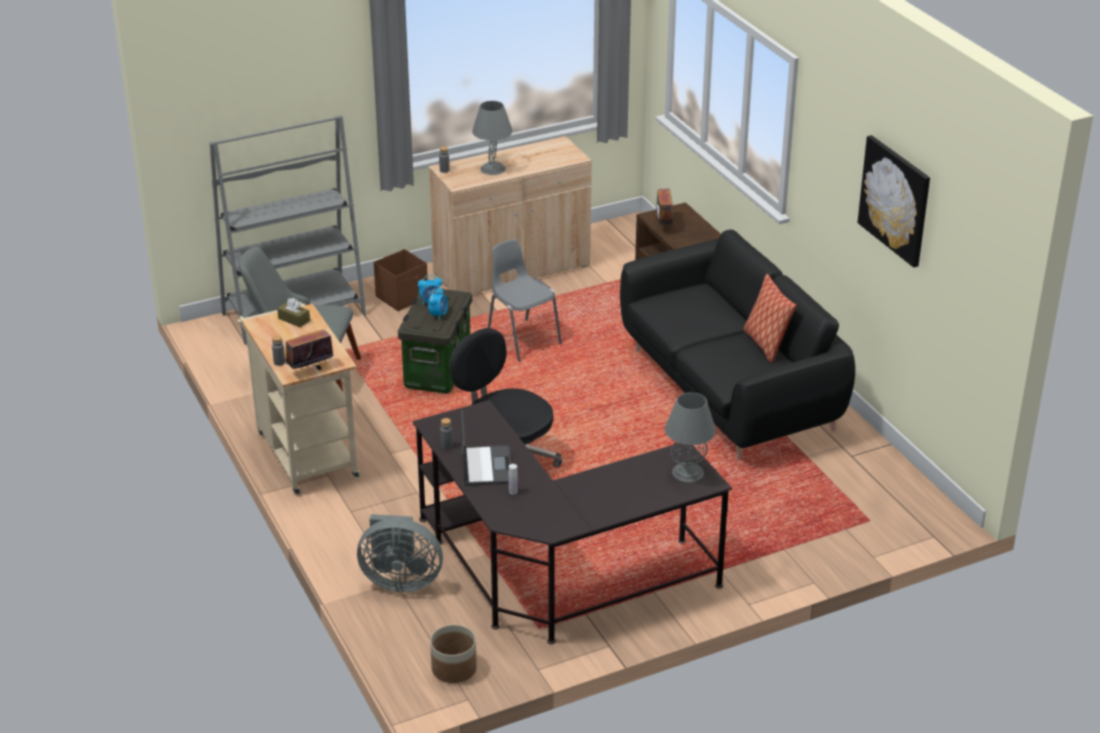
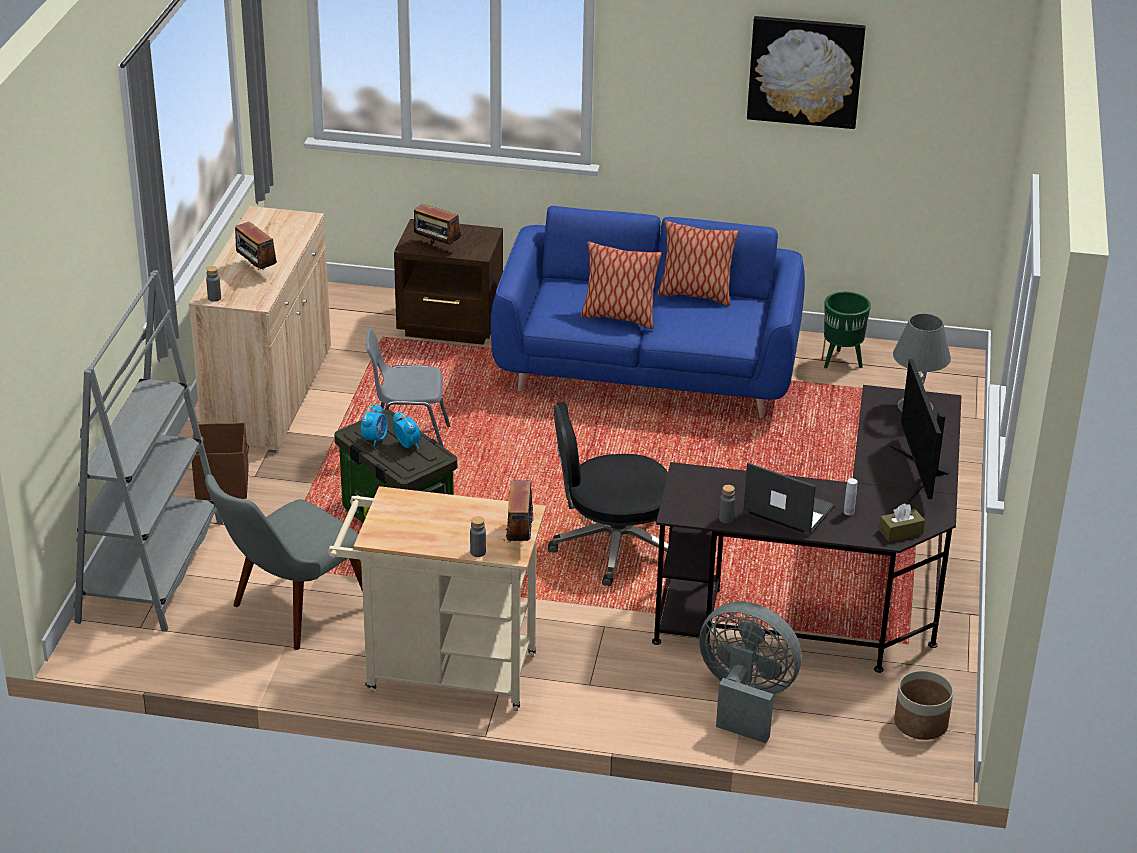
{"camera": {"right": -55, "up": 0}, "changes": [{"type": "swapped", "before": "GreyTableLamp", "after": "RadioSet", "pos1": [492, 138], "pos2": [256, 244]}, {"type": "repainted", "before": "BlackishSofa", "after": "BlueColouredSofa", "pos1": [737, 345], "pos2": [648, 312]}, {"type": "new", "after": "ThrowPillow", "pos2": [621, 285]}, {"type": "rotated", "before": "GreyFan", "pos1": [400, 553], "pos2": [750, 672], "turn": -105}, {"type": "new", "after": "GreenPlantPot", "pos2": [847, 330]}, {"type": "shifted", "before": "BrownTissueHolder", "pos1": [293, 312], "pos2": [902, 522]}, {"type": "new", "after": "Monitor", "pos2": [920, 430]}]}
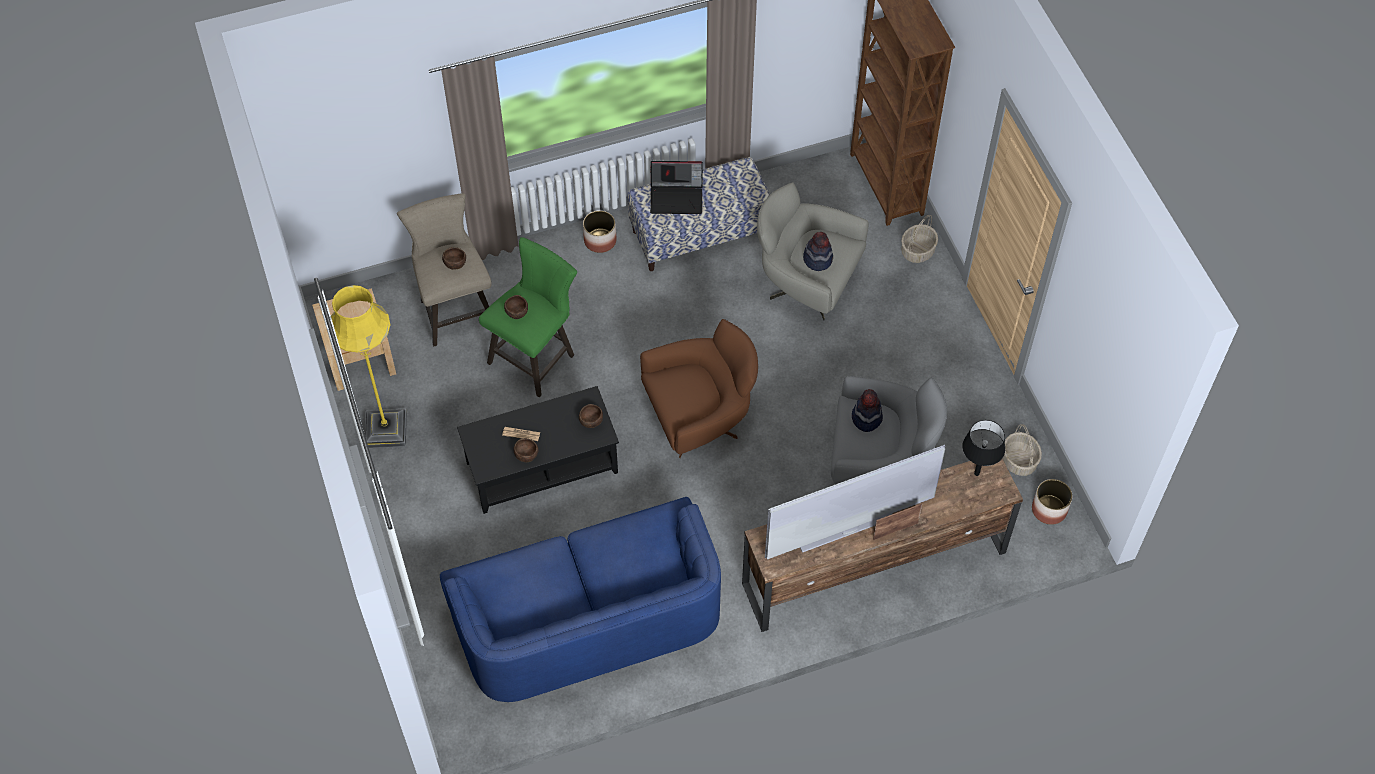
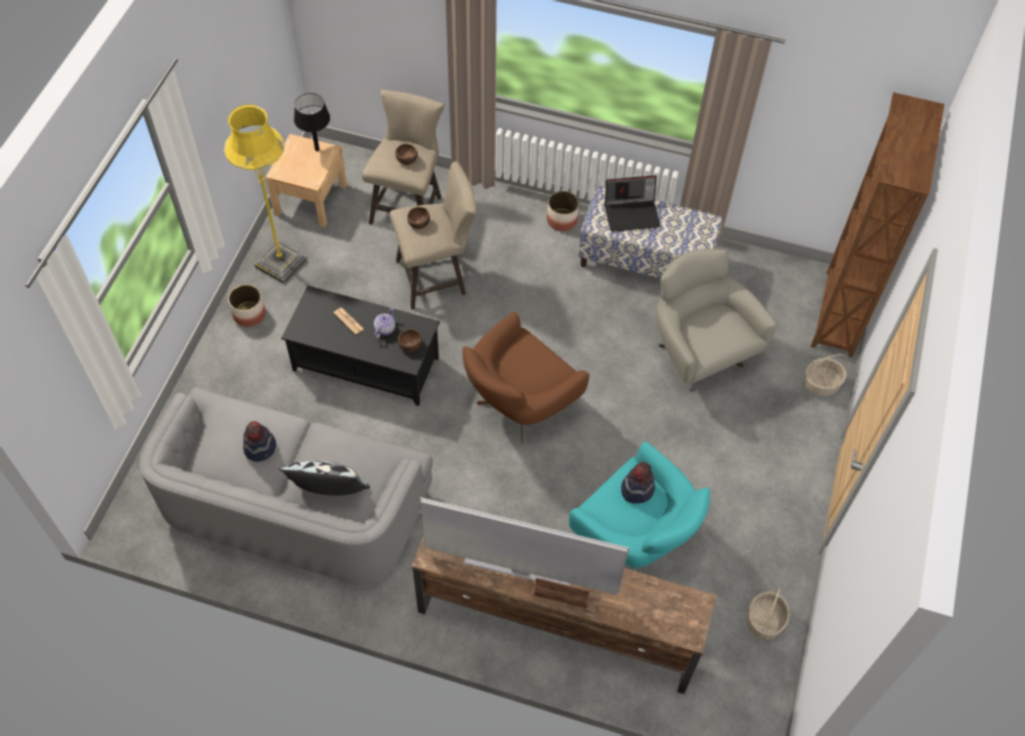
{"camera": {"right": 35, "up": 0}, "changes": [{"type": "repainted", "before": "BlueColouredSofa", "after": "GreySofa", "pos1": [580, 599], "pos2": [286, 486]}, {"type": "shifted", "before": "PlantPot", "pos1": [1052, 502], "pos2": [247, 305]}, {"type": "shifted", "before": "Hat", "pos1": [818, 251], "pos2": [259, 441]}, {"type": "new", "after": "ThrowPillow", "pos2": [324, 478]}, {"type": "shifted", "before": "BlackishTableLamp", "pos1": [983, 448], "pos2": [312, 122]}, {"type": "new", "after": "PotForTea", "pos2": [385, 322]}, {"type": "repainted", "before": "GreenSittingStool", "after": "BeigeColouredSittingStool", "pos1": [528, 317], "pos2": [433, 235]}, {"type": "rotated", "before": "BrownArmchair", "pos1": [699, 388], "pos2": [526, 377], "turn": 120}, {"type": "repainted", "before": "GreyArmchair", "after": "BlueGreenArmchair", "pos1": [889, 430], "pos2": [639, 506]}, {"type": "rotated", "before": "PortableComputer", "pos1": [676, 187], "pos2": [632, 203], "turn": -45}, {"type": "gone", "before": "BrownServingBowl", "pos1": [526, 450]}]}
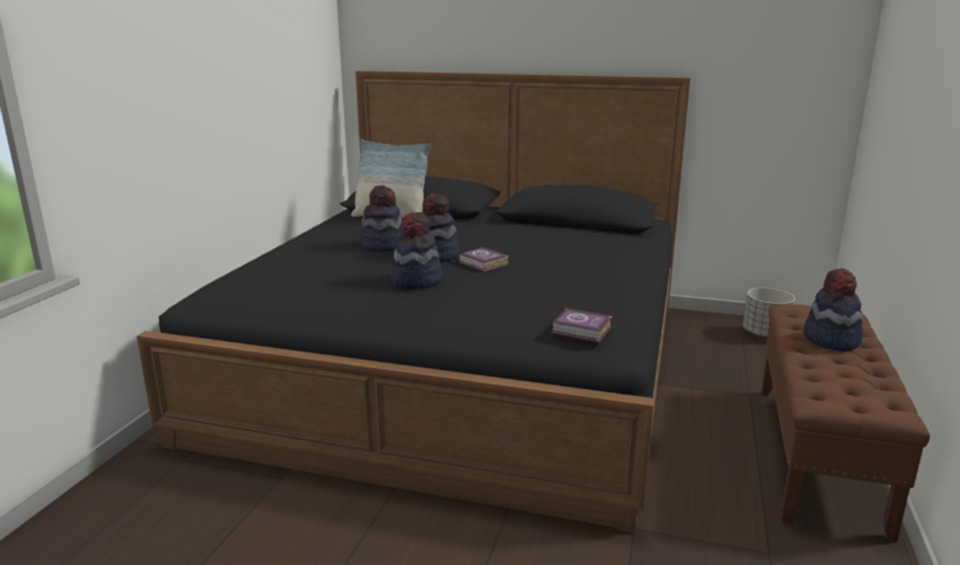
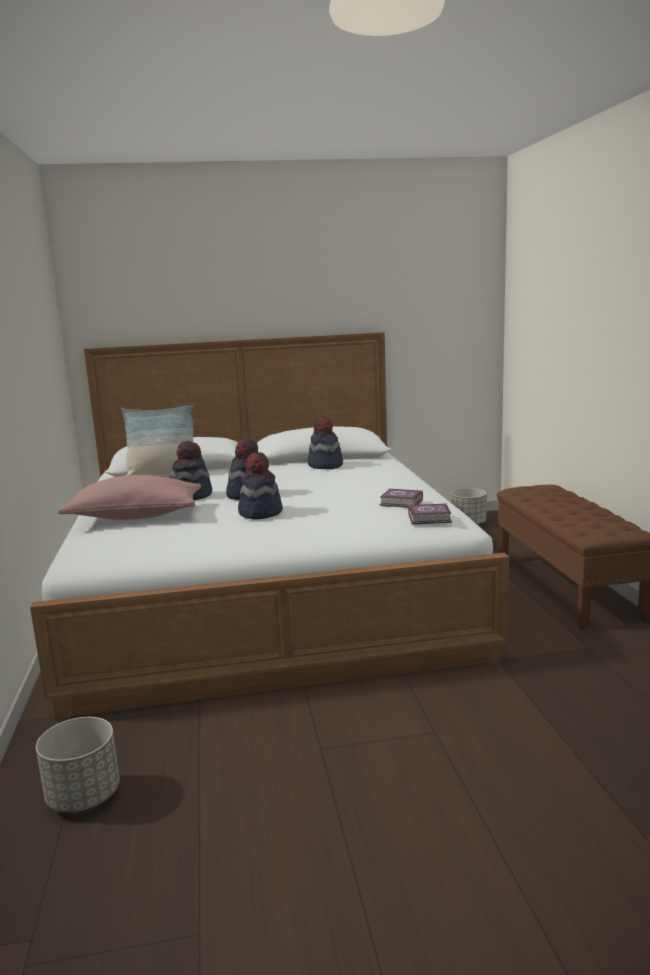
{"camera": {"right": -25, "up": -5}, "changes": [{"type": "repainted", "before": "BlackishBedroomBed", "after": "WhiteColouredBedroomBed", "pos1": [413, 302], "pos2": [269, 526]}, {"type": "new", "after": "GreyPlantPot", "pos2": [78, 764]}, {"type": "new", "after": "PinkColouredThrowPillow", "pos2": [129, 497]}, {"type": "shifted", "before": "Hat", "pos1": [833, 309], "pos2": [325, 443]}, {"type": "shifted", "before": "Volume", "pos1": [483, 260], "pos2": [401, 498]}]}
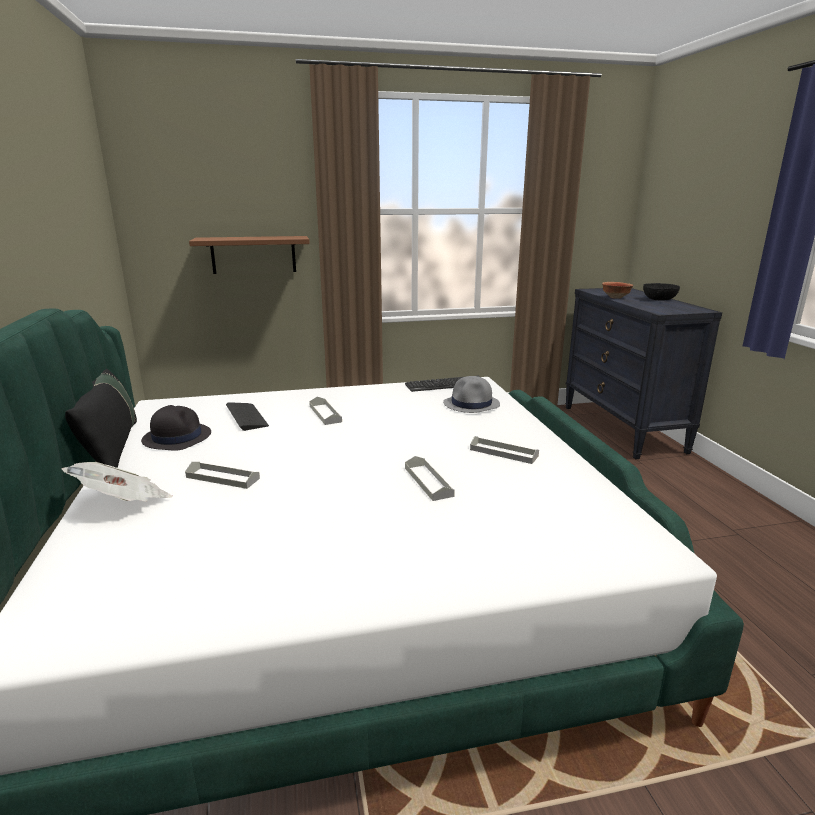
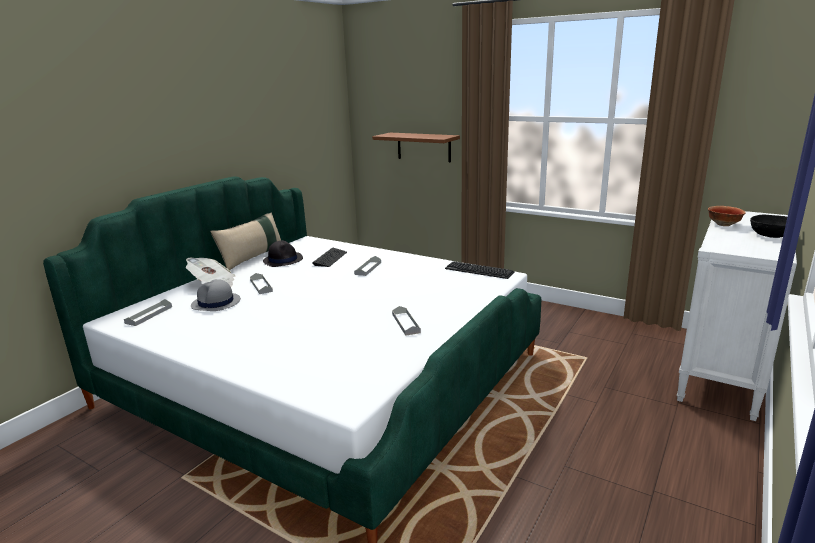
{"camera": {"right": 45, "up": 0}, "changes": [{"type": "shifted", "before": "GreyCarryingTray", "pos1": [430, 478], "pos2": [148, 312]}, {"type": "shifted", "before": "GreyHat", "pos1": [471, 394], "pos2": [216, 295]}, {"type": "repainted", "before": "BlackishThrowPillow", "after": "BeigeColouredThrowPillow", "pos1": [101, 418], "pos2": [245, 242]}, {"type": "repainted", "before": "BlackishDrawerChest", "after": "WhiteColouredDrawerChest", "pos1": [643, 373], "pos2": [736, 316]}]}
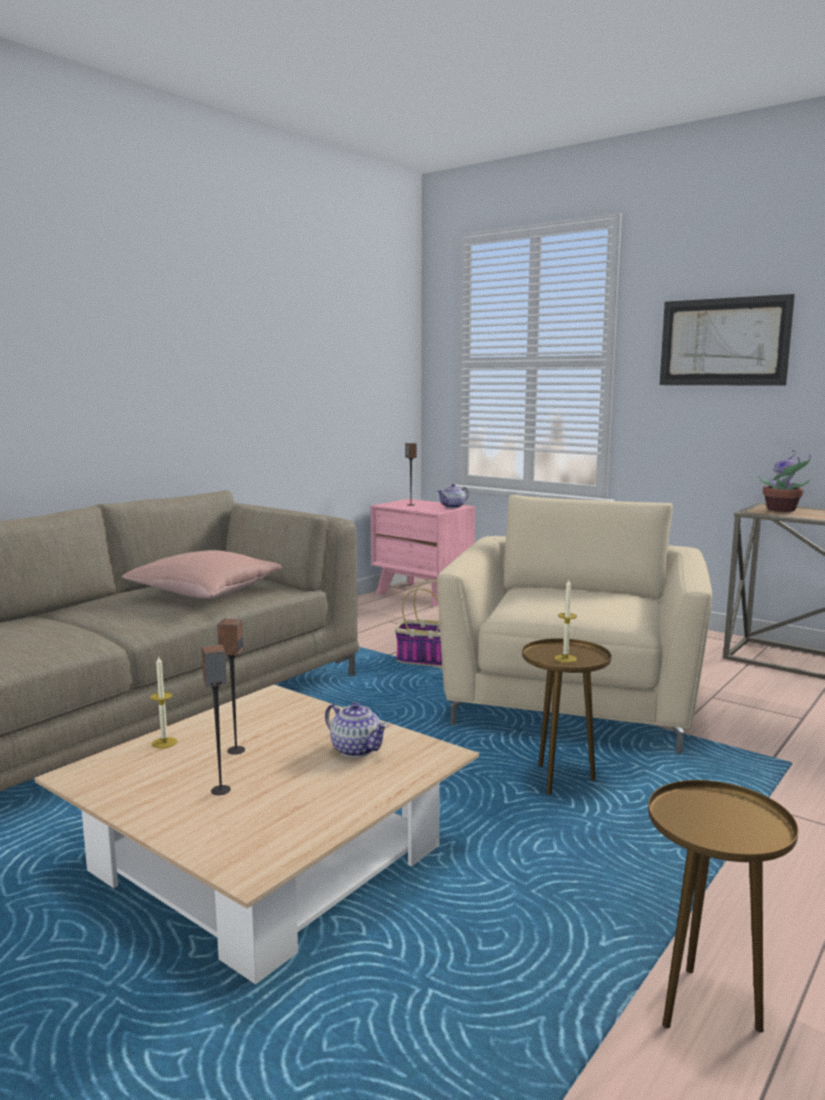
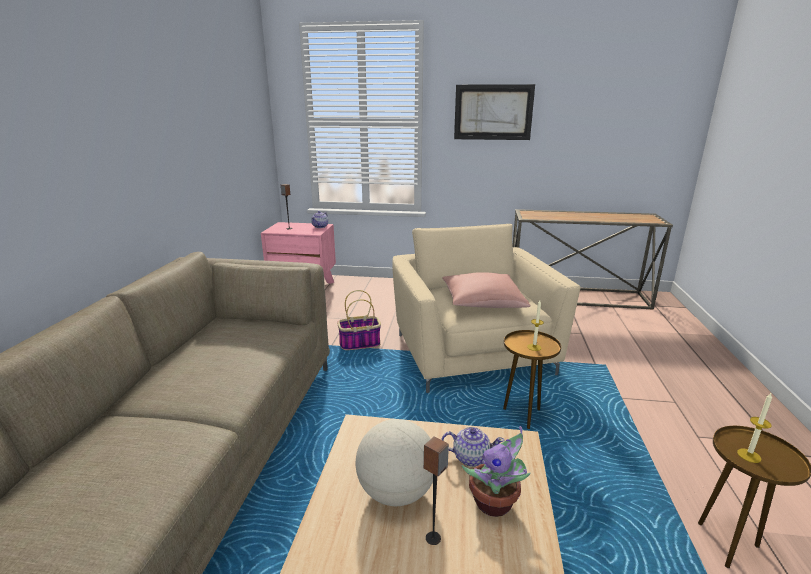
{"camera": {"right": -30, "up": 10}, "changes": [{"type": "swapped", "before": "AudioSpeaker", "after": "WorldGlobe", "pos1": [231, 687], "pos2": [394, 462]}, {"type": "shifted", "before": "PinkColouredThrowPillow", "pos1": [202, 574], "pos2": [486, 290]}, {"type": "shifted", "before": "Houseplant", "pos1": [784, 481], "pos2": [496, 471]}, {"type": "shifted", "before": "Candle", "pos1": [163, 703], "pos2": [754, 428]}]}
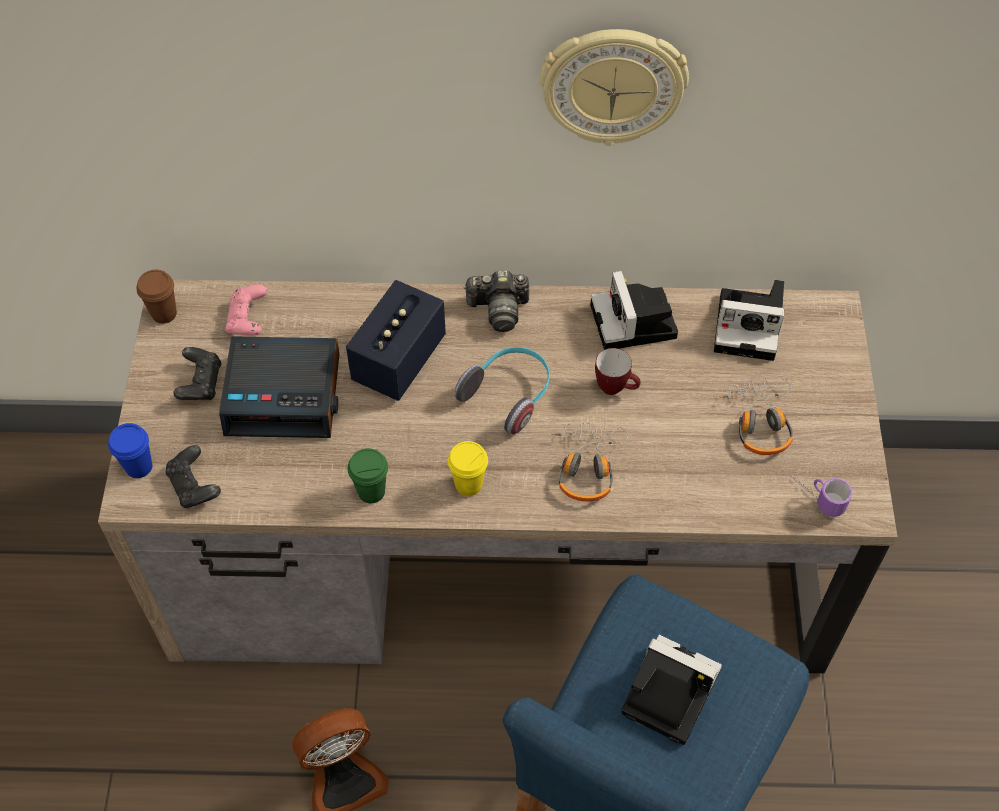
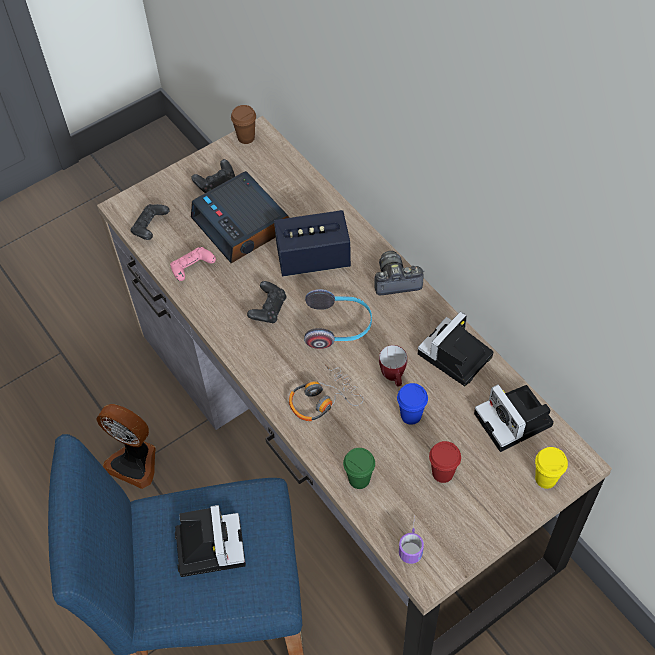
{"camera": {"right": 55, "up": 0}, "changes": [{"type": "shifted", "before": "PinkColouredGamepad", "pos1": [246, 310], "pos2": [193, 264]}, {"type": "new", "after": "BlackishGamepad", "pos2": [267, 302]}, {"type": "shifted", "before": "GreenSmallCup", "pos1": [368, 475], "pos2": [359, 468]}, {"type": "rotated", "before": "PhotoCamera", "pos1": [496, 301], "pos2": [399, 273], "turn": 120}, {"type": "shifted", "before": "BlueColouredSmallCup", "pos1": [130, 450], "pos2": [412, 404]}, {"type": "swapped", "before": "Headphones", "after": "RedSmallCup", "pos1": [756, 416], "pos2": [445, 462]}, {"type": "shifted", "before": "YellowSmallCup", "pos1": [468, 468], "pos2": [551, 468]}, {"type": "gone", "before": "WallClock", "pos1": [614, 87]}]}
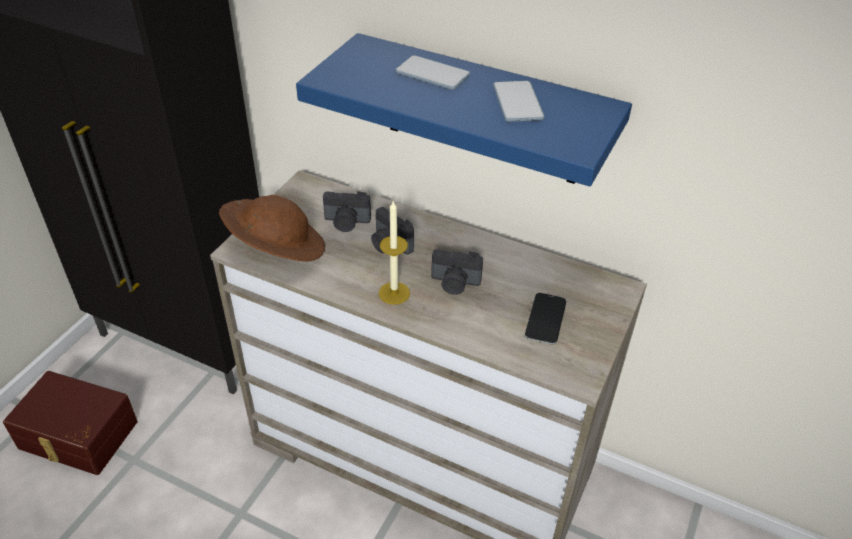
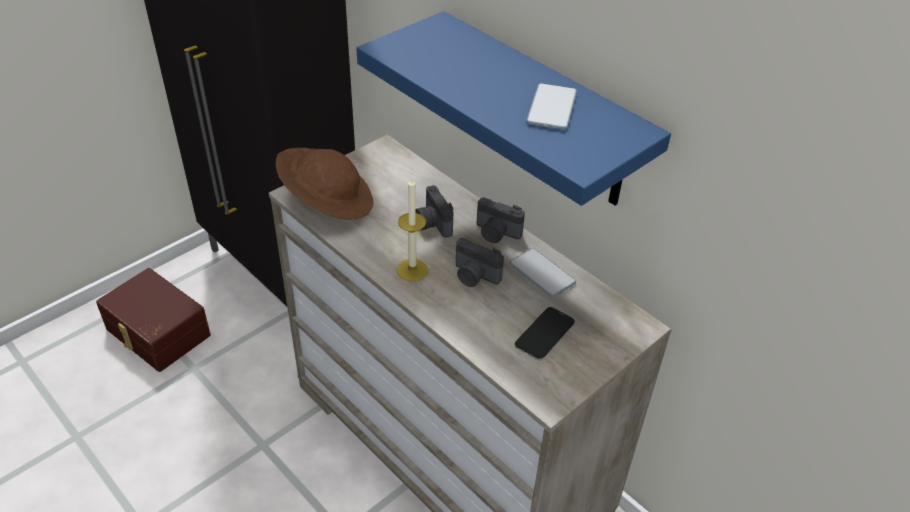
{"camera": {"right": 20, "up": 0}, "changes": [{"type": "shifted", "before": "PhotoCamera", "pos1": [347, 211], "pos2": [501, 220]}, {"type": "shifted", "before": "Telephone", "pos1": [432, 72], "pos2": [543, 272]}]}
